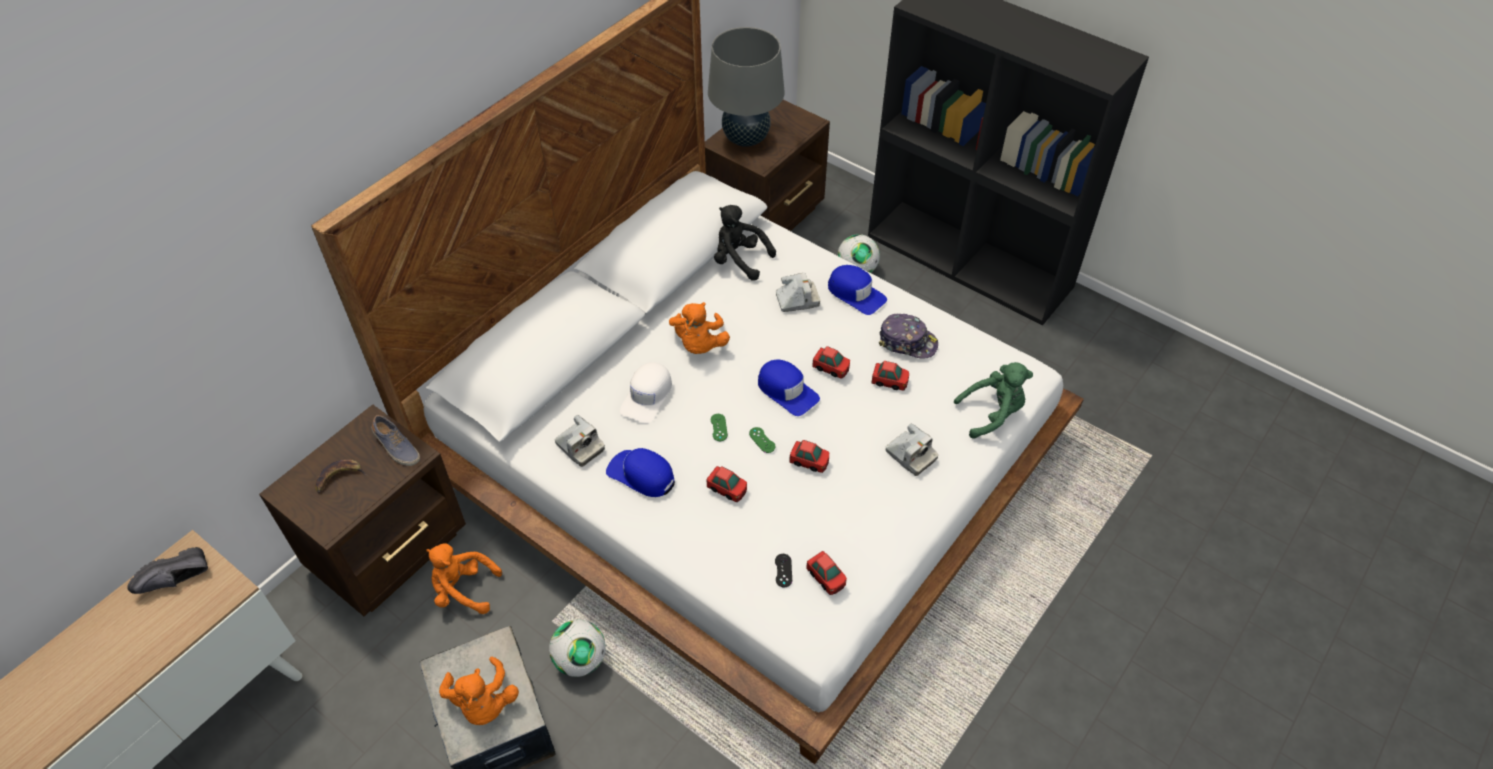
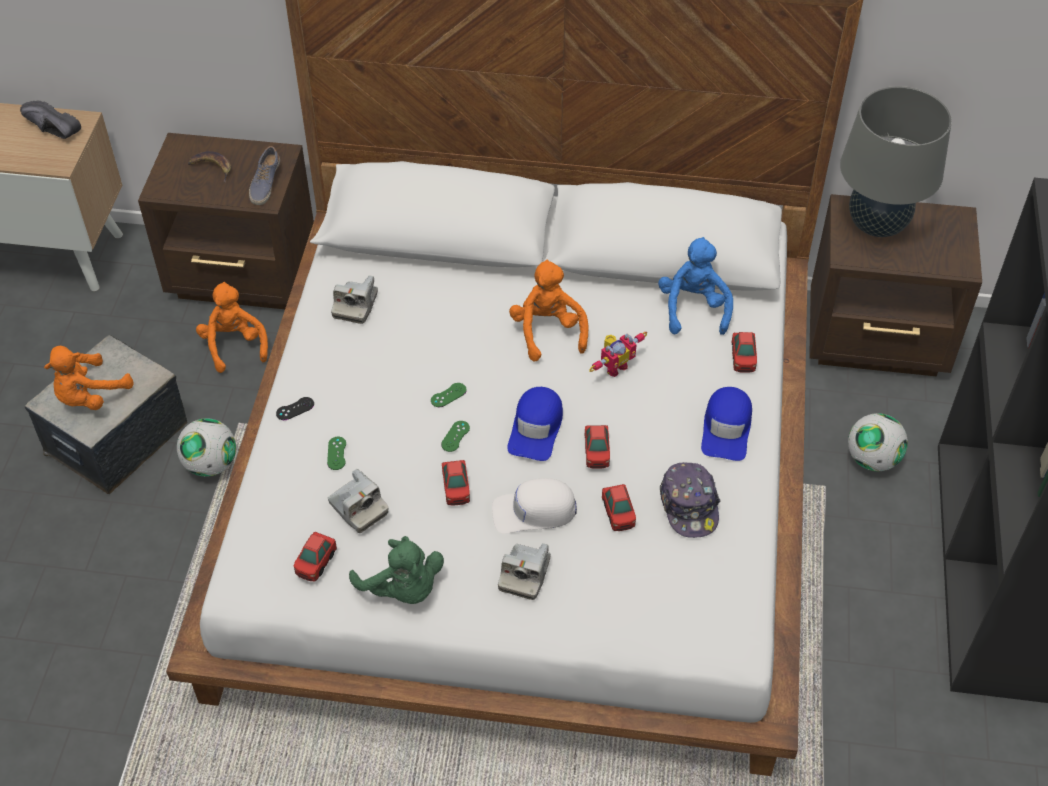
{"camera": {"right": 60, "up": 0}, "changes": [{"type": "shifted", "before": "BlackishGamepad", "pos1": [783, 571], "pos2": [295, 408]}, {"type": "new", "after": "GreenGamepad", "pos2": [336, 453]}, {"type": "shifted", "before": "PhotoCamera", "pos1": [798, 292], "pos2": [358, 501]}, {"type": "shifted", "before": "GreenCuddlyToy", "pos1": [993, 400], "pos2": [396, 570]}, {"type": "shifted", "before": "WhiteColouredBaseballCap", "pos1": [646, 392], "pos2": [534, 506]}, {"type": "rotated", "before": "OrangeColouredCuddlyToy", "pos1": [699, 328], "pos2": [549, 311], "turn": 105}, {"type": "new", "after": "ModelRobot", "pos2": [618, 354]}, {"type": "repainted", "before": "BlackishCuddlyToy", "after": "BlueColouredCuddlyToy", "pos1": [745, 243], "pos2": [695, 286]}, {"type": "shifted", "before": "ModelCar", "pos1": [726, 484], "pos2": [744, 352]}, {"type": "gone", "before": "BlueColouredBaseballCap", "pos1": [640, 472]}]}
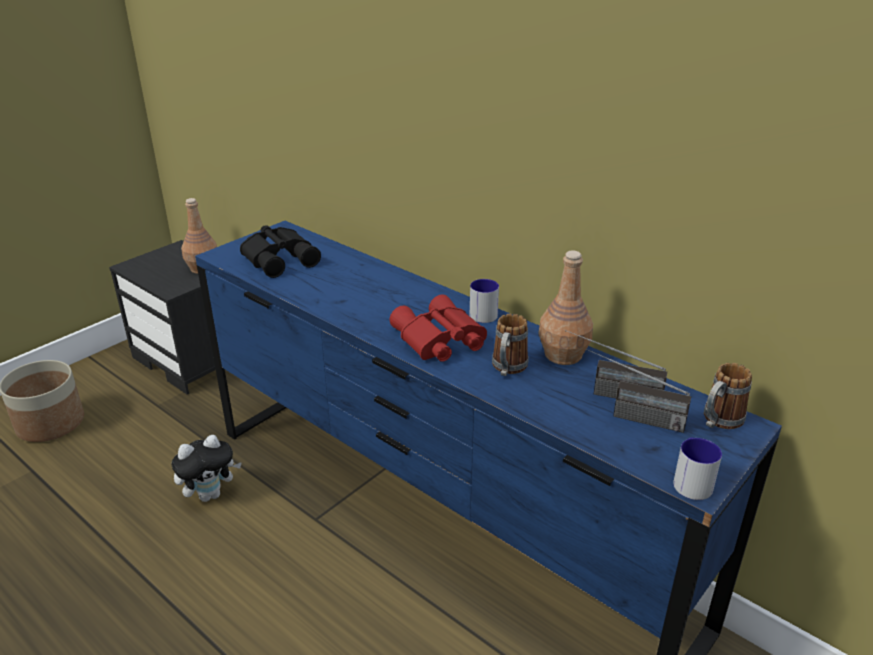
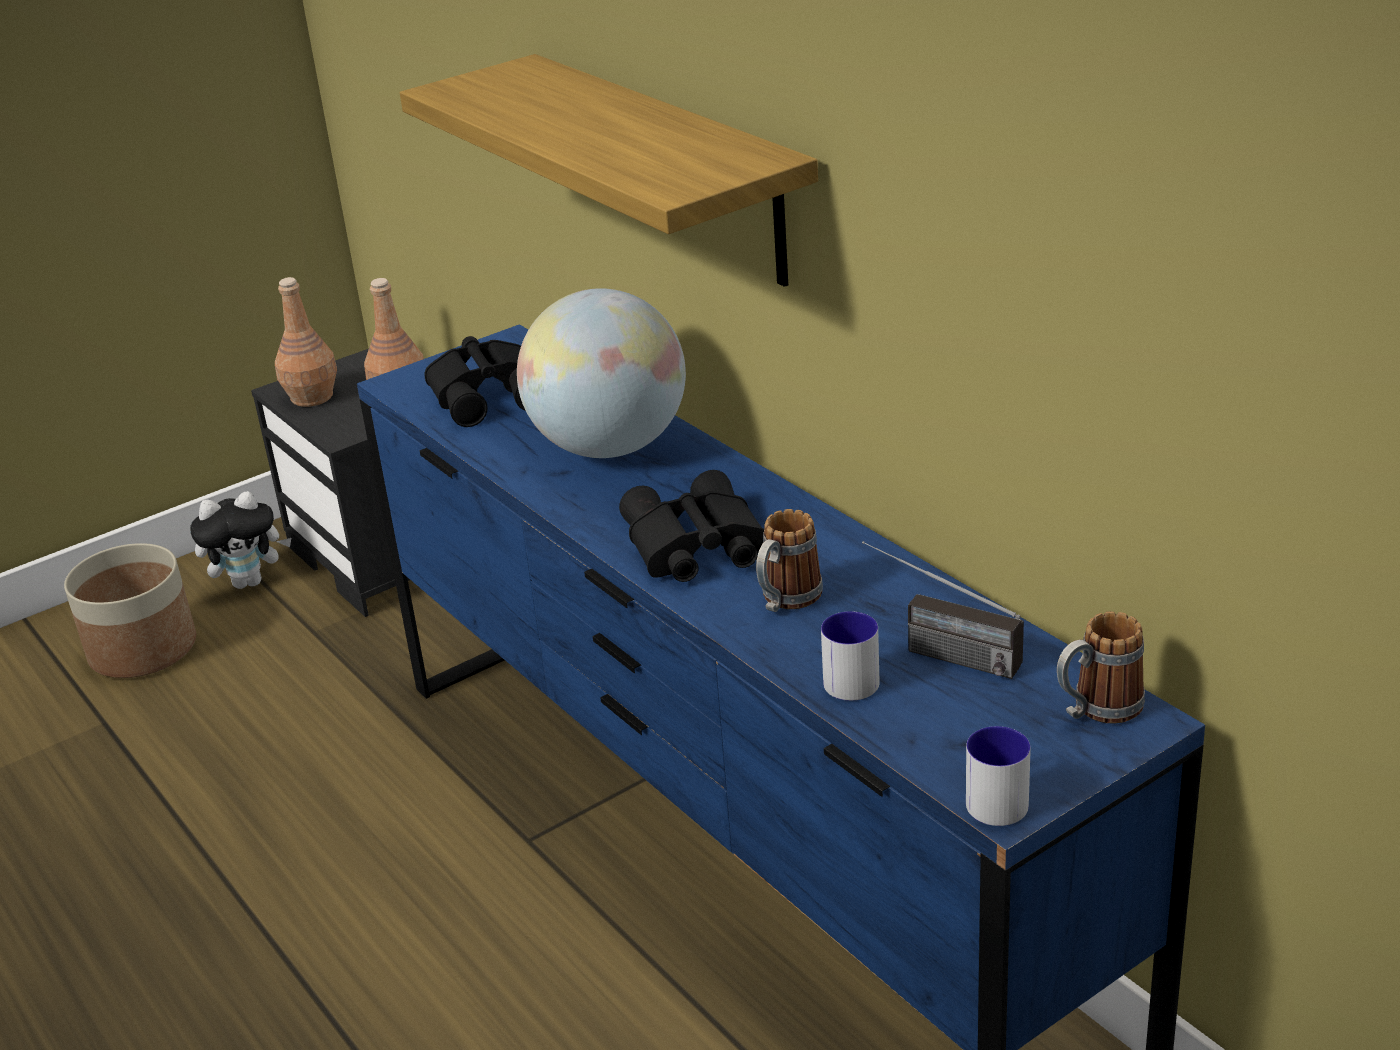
{"camera": {"right": 15, "up": 0}, "changes": [{"type": "shifted", "before": "CuddlyToy", "pos1": [207, 468], "pos2": [240, 540]}, {"type": "shifted", "before": "BrownDrinkBottle", "pos1": [565, 308], "pos2": [306, 342]}, {"type": "new", "after": "WallShelf", "pos2": [609, 170]}, {"type": "new", "after": "WorldGlobe", "pos2": [601, 373]}, {"type": "repainted", "before": "RedFieldGlasses", "after": "BlackishFieldGlasses", "pos1": [438, 328], "pos2": [691, 526]}, {"type": "shifted", "before": "Mug", "pos1": [484, 301], "pos2": [850, 656]}, {"type": "gone", "before": "RadioSet", "pos1": [638, 390]}]}
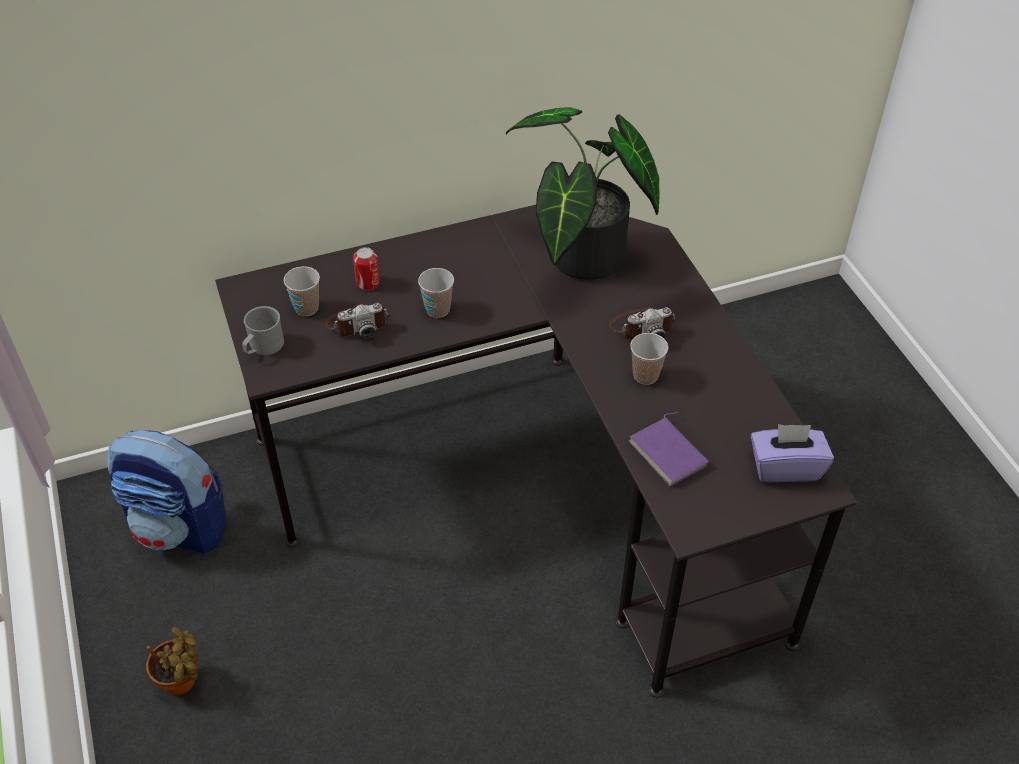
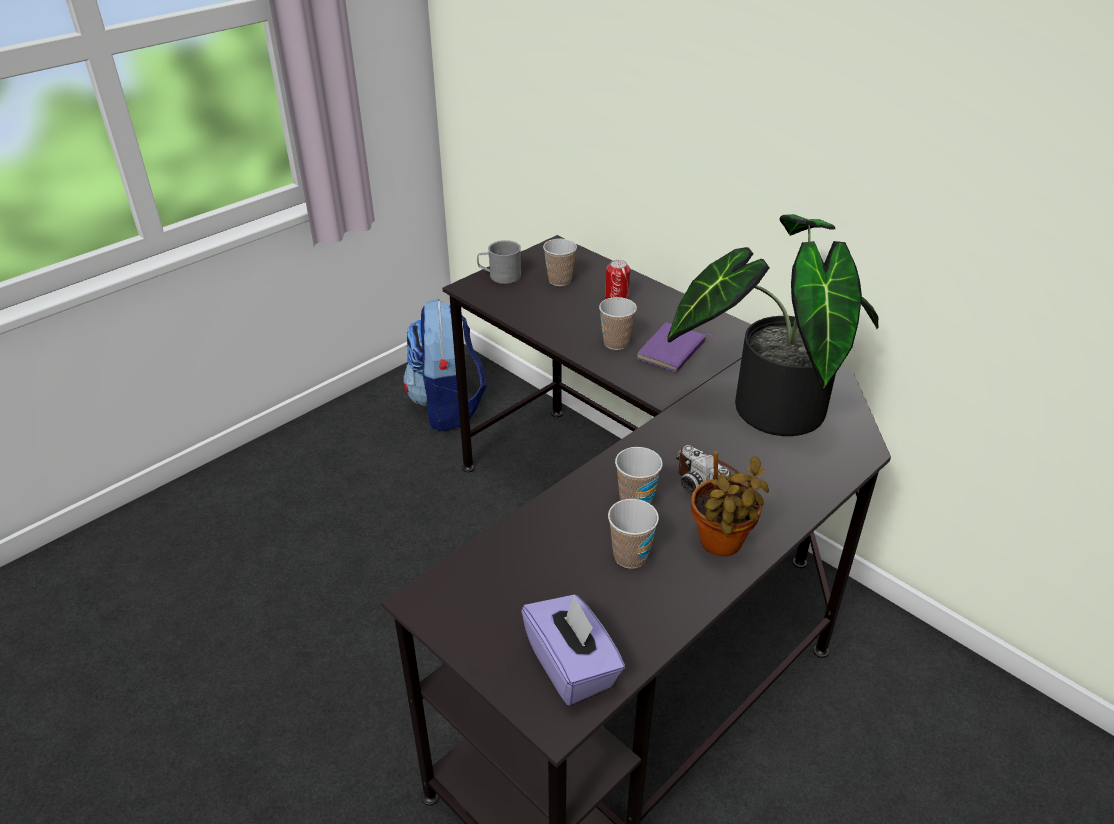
{"camera": {"right": 65, "up": -10}, "changes": [{"type": "new", "after": "SmallCup", "pos2": [633, 534]}, {"type": "shifted", "before": "PurpleColouredVolume", "pos1": [669, 449], "pos2": [677, 347]}, {"type": "shifted", "before": "Houseplant", "pos1": [172, 661], "pos2": [730, 503]}, {"type": "gone", "before": "PhotoCamera", "pos1": [357, 321]}]}
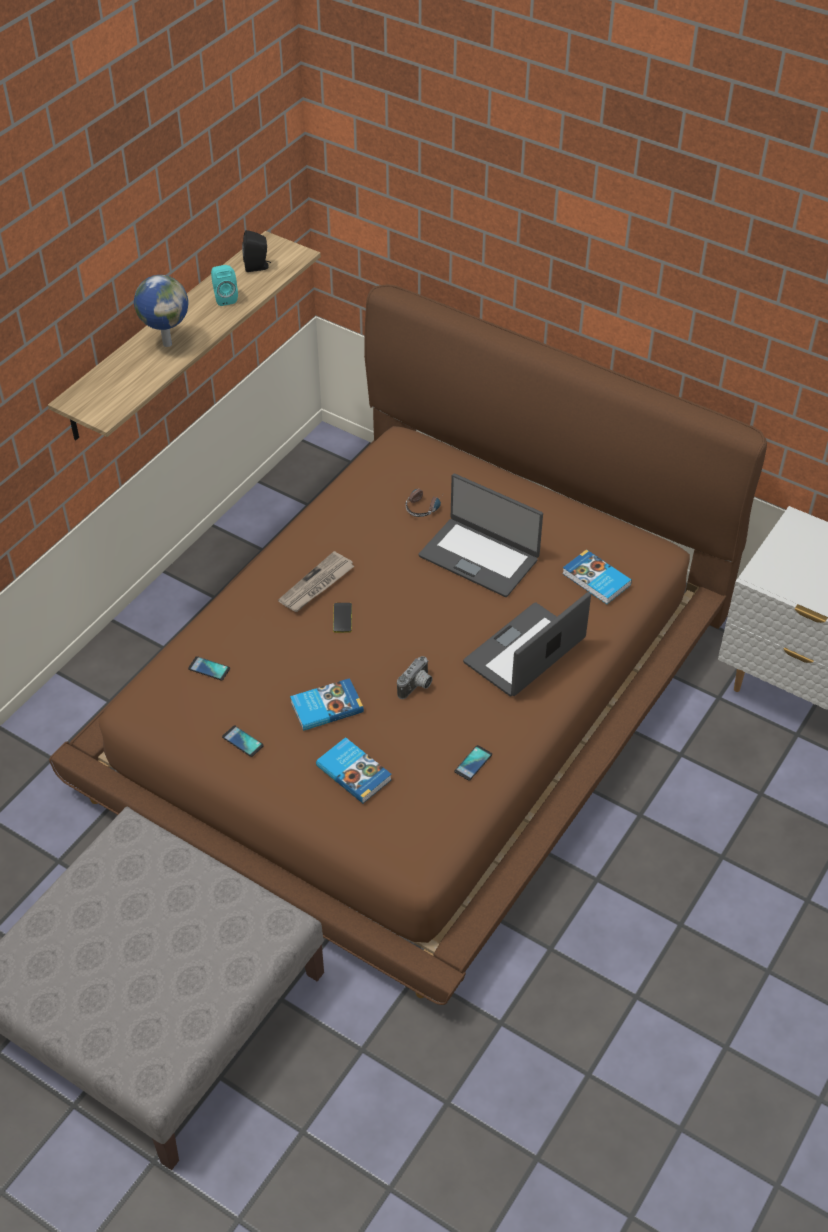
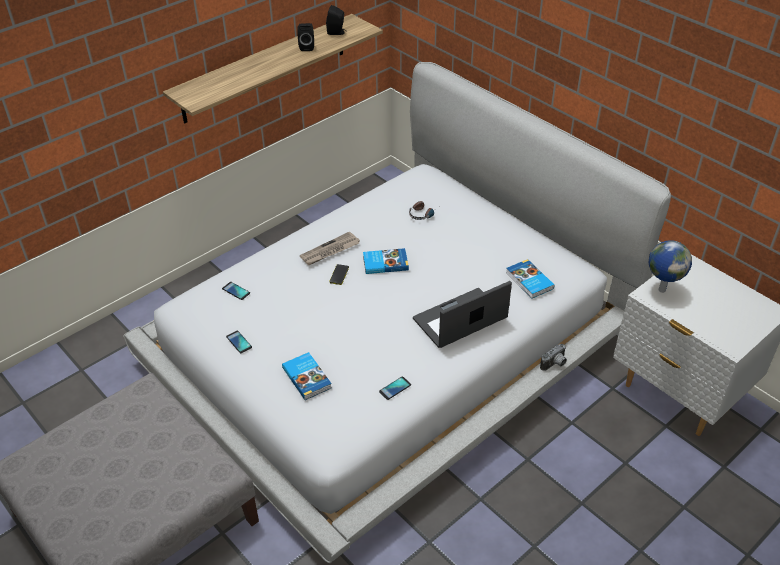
{"camera": {"right": 15, "up": -5}, "changes": [{"type": "repainted", "before": "BrownBedroomBed", "after": "WhiteColouredBedroomBed", "pos1": [408, 644], "pos2": [397, 312]}, {"type": "repainted", "before": "BlueGreenAudioSpeaker", "after": "BlackishAudioSpeaker", "pos1": [224, 285], "pos2": [305, 37]}, {"type": "shifted", "before": "Volume", "pos1": [327, 704], "pos2": [386, 261]}, {"type": "shifted", "before": "PhotoCamera", "pos1": [415, 677], "pos2": [553, 357]}, {"type": "shifted", "before": "WorldGlobe", "pos1": [161, 311], "pos2": [670, 266]}, {"type": "gone", "before": "PortableComputer", "pos1": [481, 535]}]}
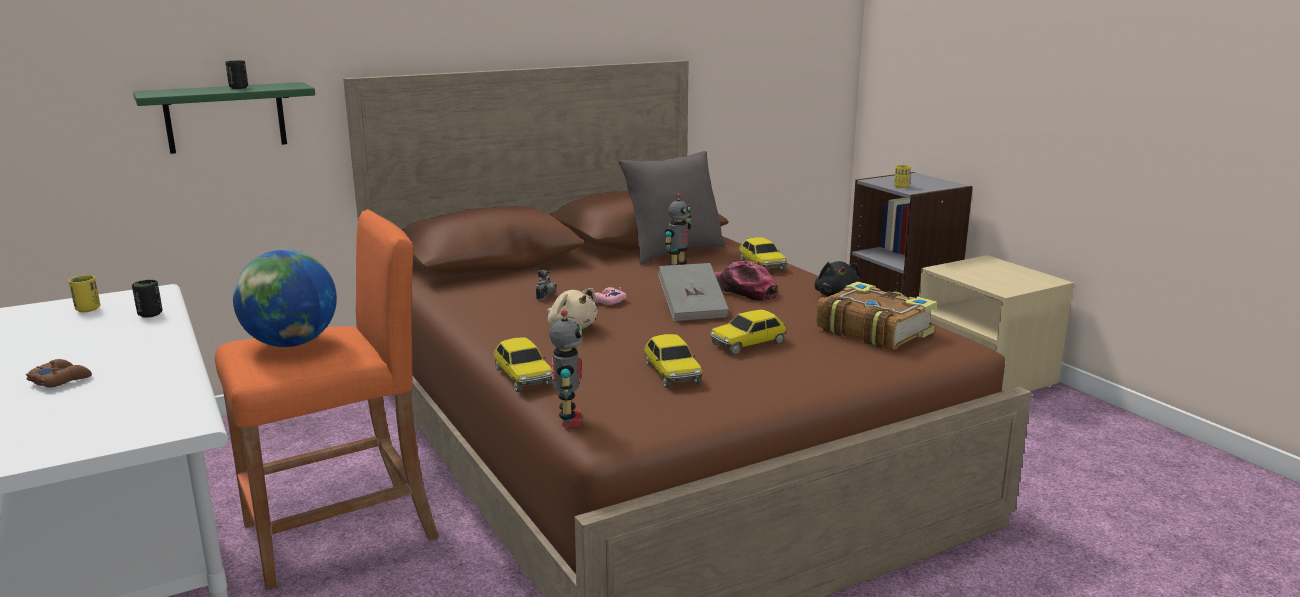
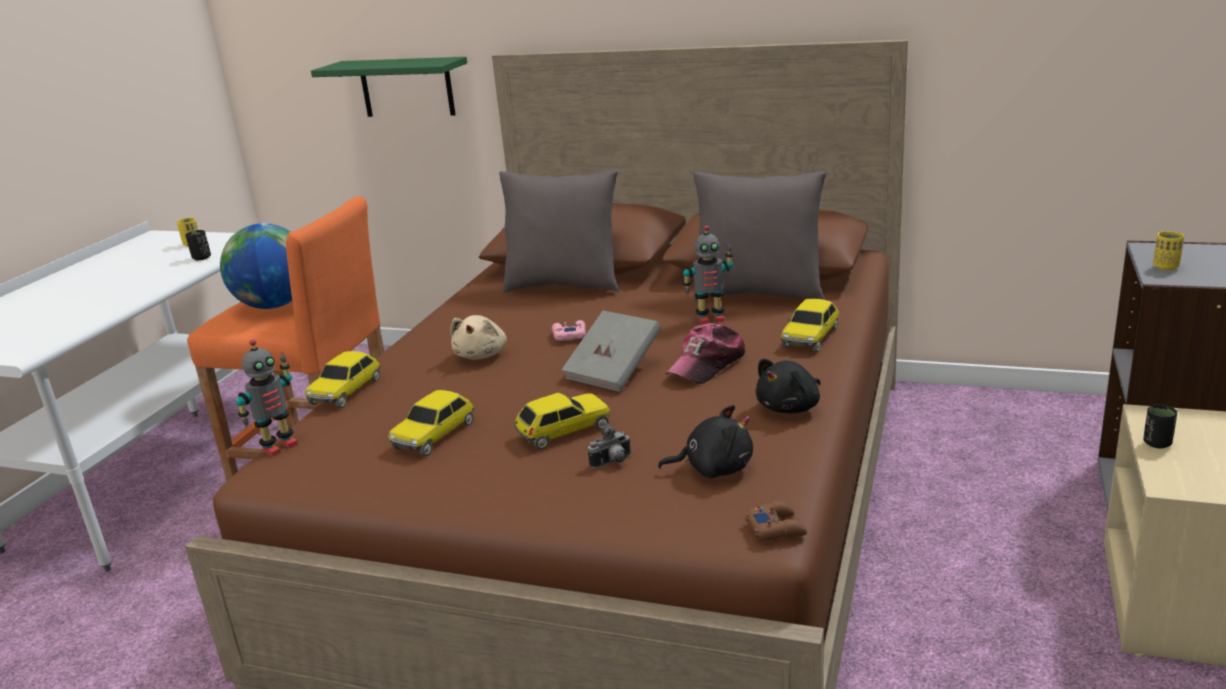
{"camera": {"right": 50, "up": 5}, "changes": [{"type": "new", "after": "GreyThrowPillow", "pos2": [559, 231]}, {"type": "rotated", "before": "ModelCar", "pos1": [748, 332], "pos2": [562, 421], "turn": 135}, {"type": "shifted", "before": "PhotoCamera", "pos1": [546, 285], "pos2": [609, 445]}, {"type": "swapped", "before": "Volume", "after": "BlackishCuddlyToy", "pos1": [876, 315], "pos2": [705, 441]}, {"type": "rotated", "before": "BaseballCap", "pos1": [746, 281], "pos2": [705, 353], "turn": -135}, {"type": "shifted", "before": "BrownGamepad", "pos1": [59, 373], "pos2": [776, 520]}, {"type": "shifted", "before": "BlackishSmallCup", "pos1": [236, 74], "pos2": [1160, 426]}]}
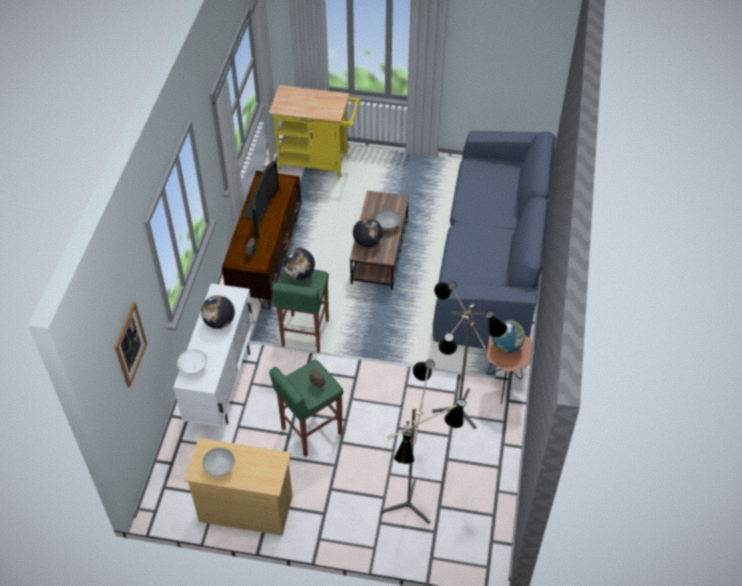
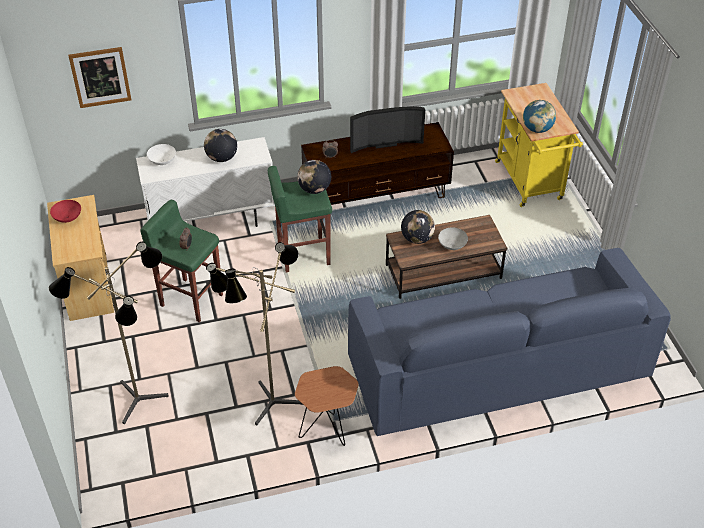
{"camera": {"right": 65, "up": -5}, "changes": [{"type": "repainted", "before": "GreyServingBowl", "after": "RedServingBowl", "pos1": [218, 462], "pos2": [65, 211]}, {"type": "shifted", "before": "WorldGlobe", "pos1": [508, 336], "pos2": [539, 116]}]}
